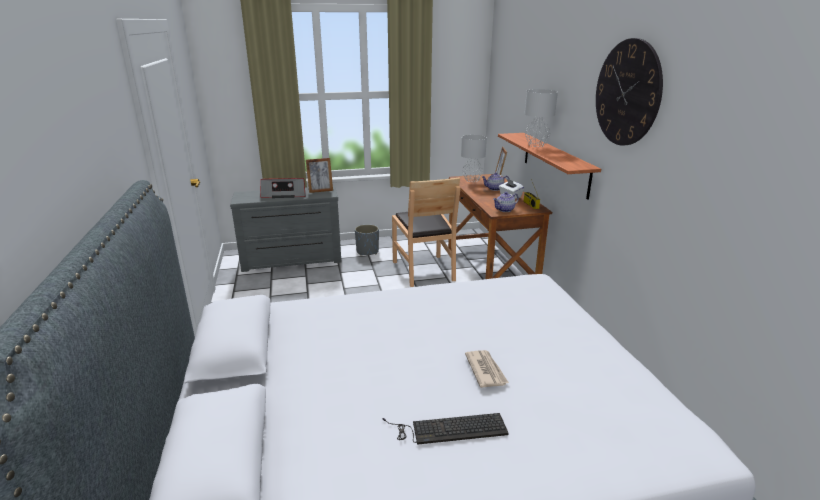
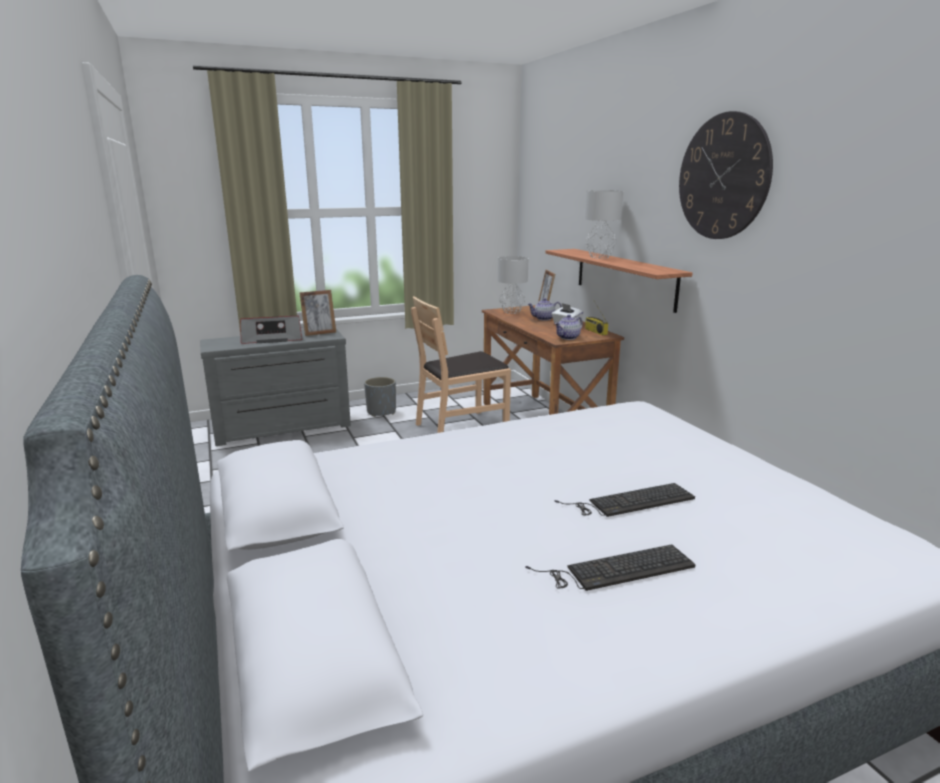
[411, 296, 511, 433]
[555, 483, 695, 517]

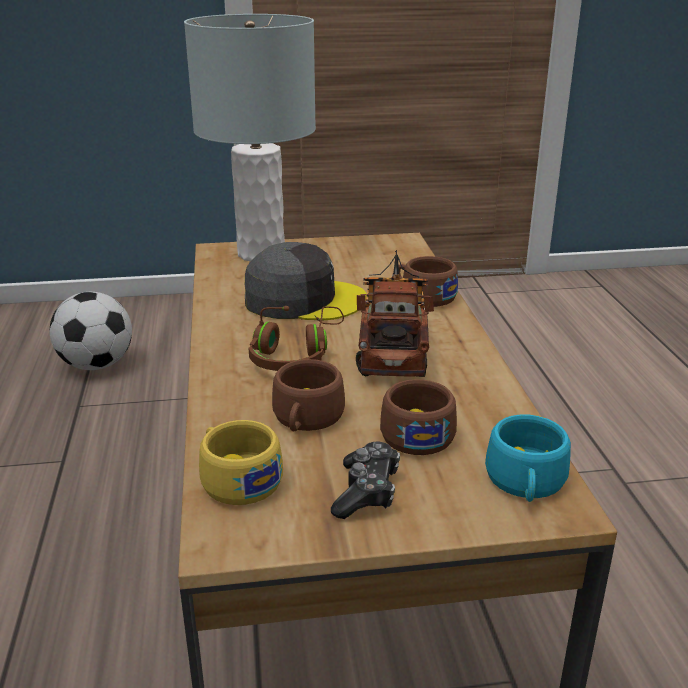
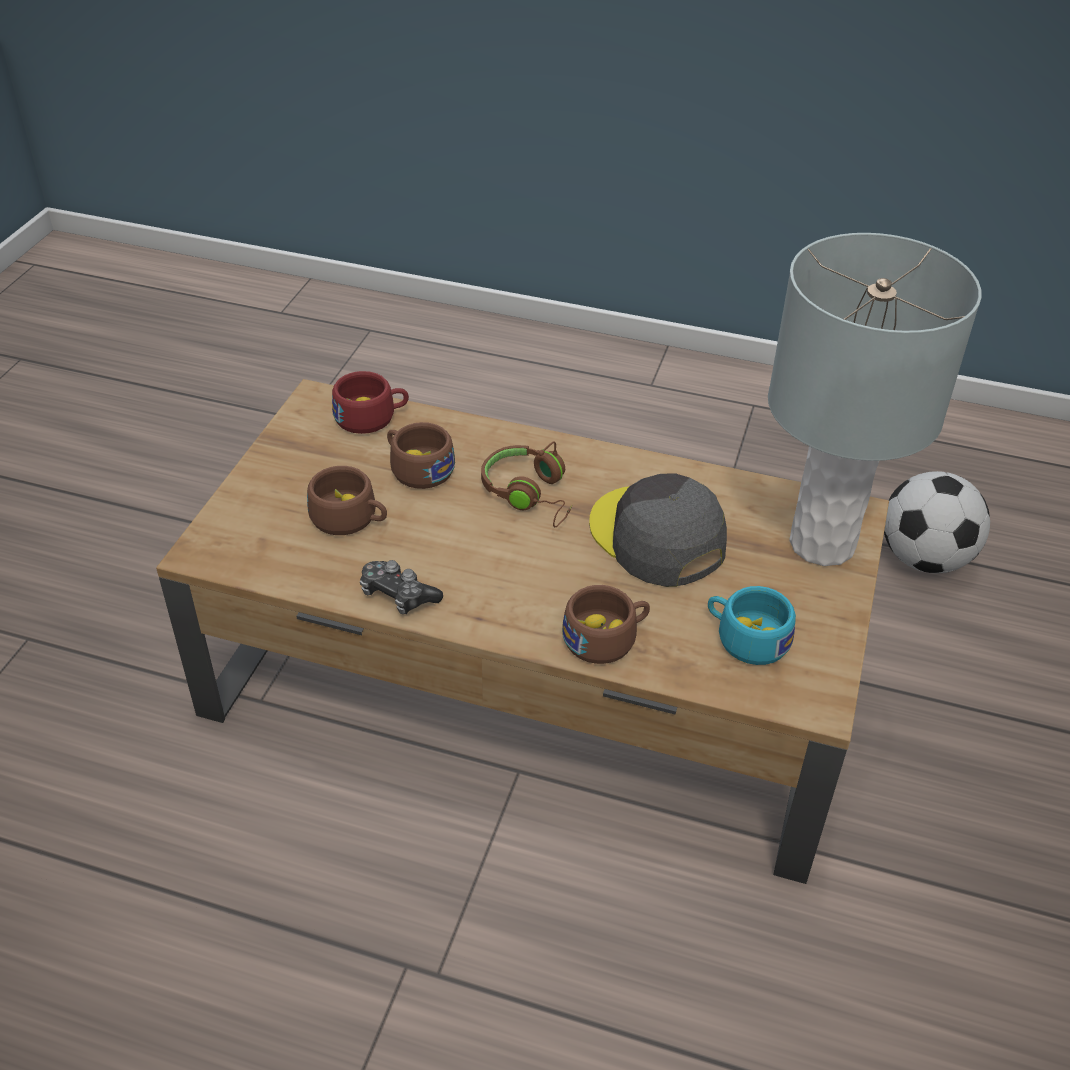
[332, 371, 409, 434]
[360, 560, 443, 614]
[589, 473, 727, 587]
[708, 586, 796, 665]
[356, 250, 434, 377] (first image)

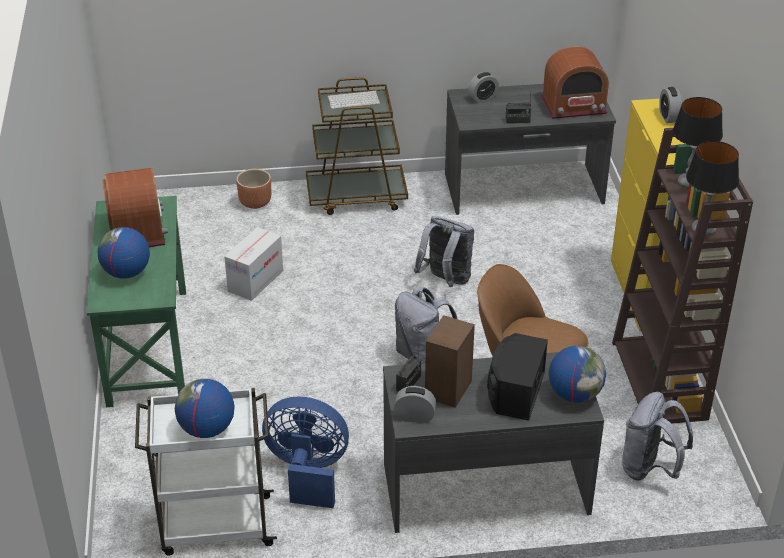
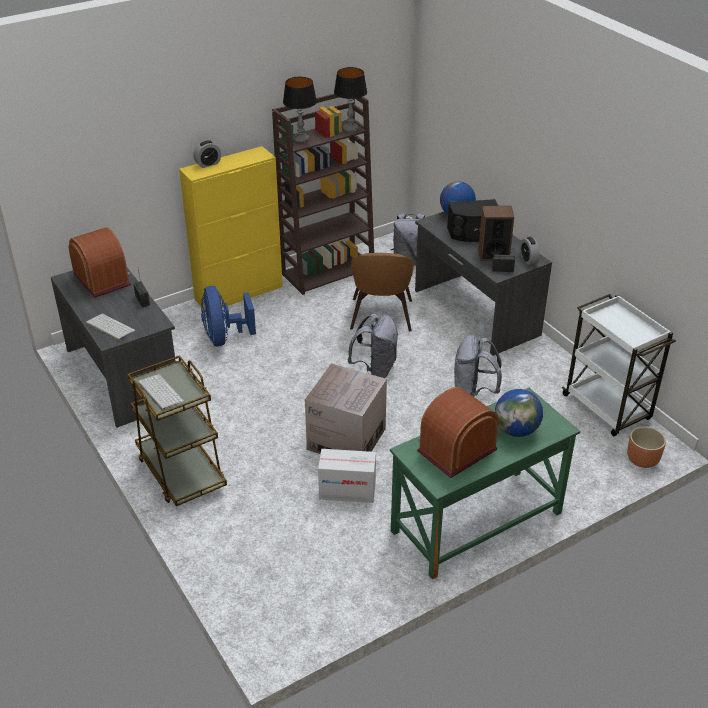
[86, 314, 135, 341]
[201, 286, 256, 346]
[305, 363, 387, 454]
[454, 335, 502, 397]
[627, 426, 666, 468]
[175, 379, 234, 438] (first image)

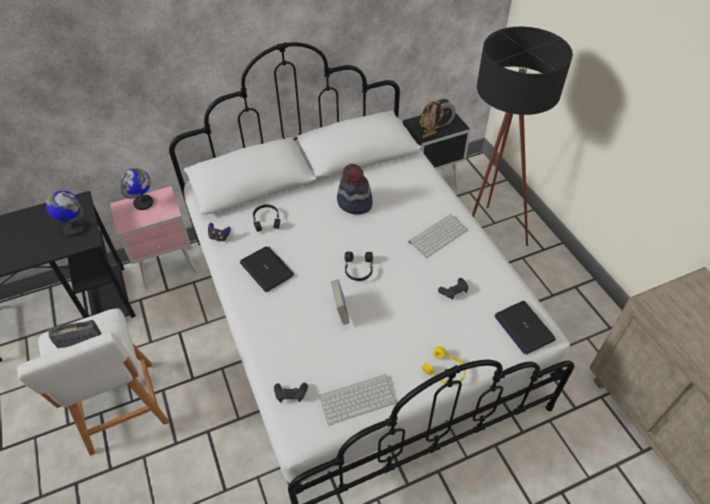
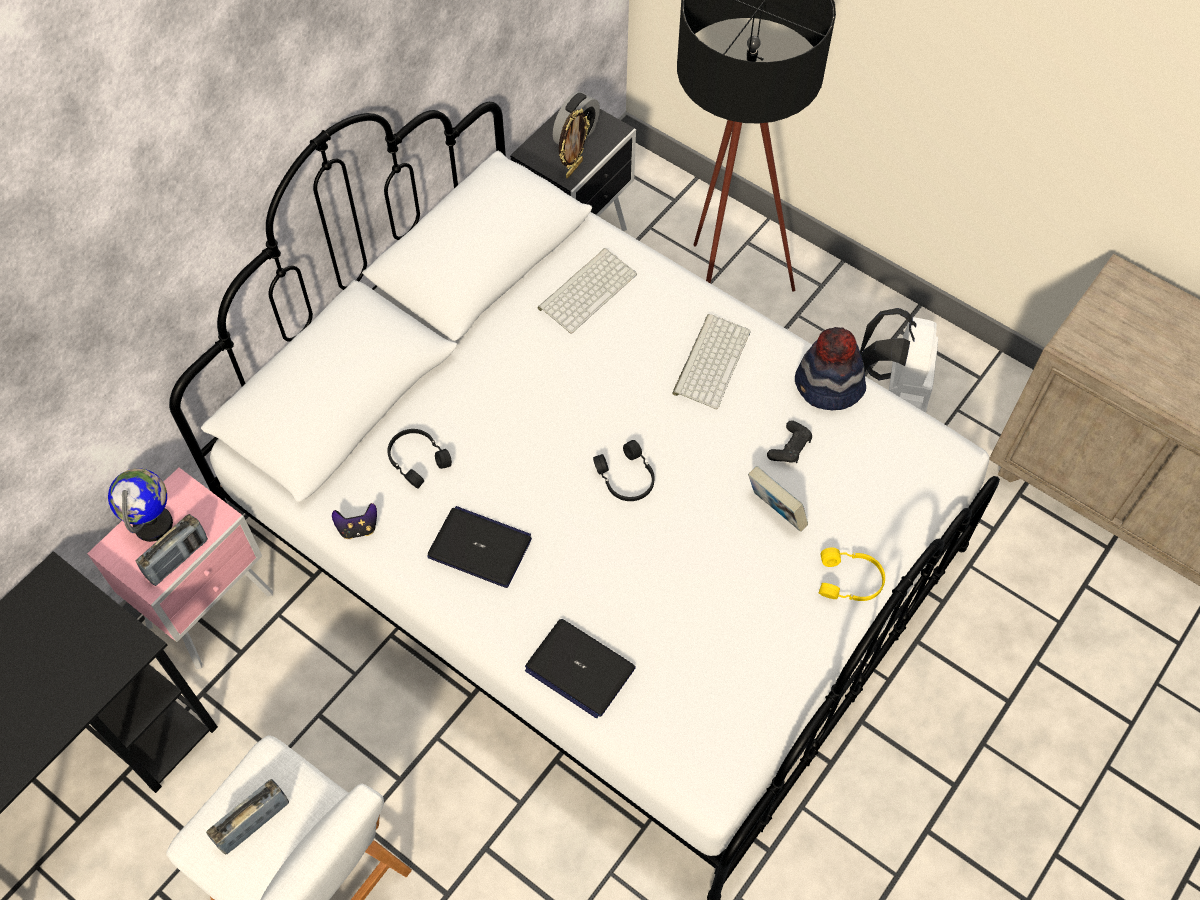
[136, 514, 208, 586]
[525, 619, 636, 719]
[538, 248, 637, 333]
[748, 466, 808, 532]
[795, 327, 866, 410]
[860, 308, 938, 413]
[46, 191, 86, 237] (first image)
[274, 383, 308, 403] (first image)

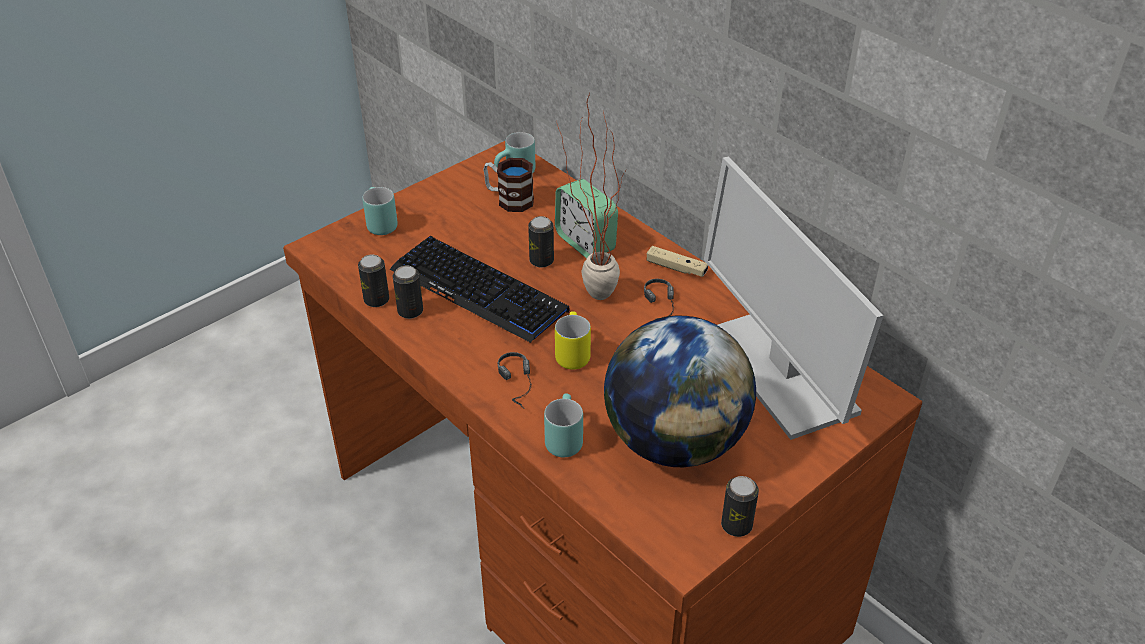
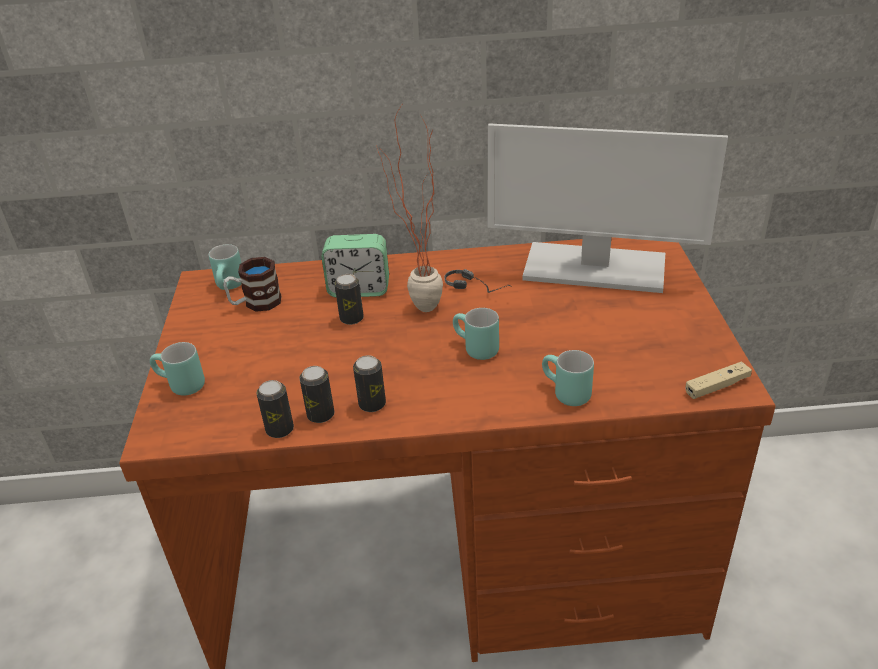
[353, 355, 386, 412]
[453, 308, 499, 360]
[685, 362, 752, 399]
[390, 236, 570, 343] (first image)
[498, 352, 532, 409] (first image)
[604, 315, 756, 467] (first image)

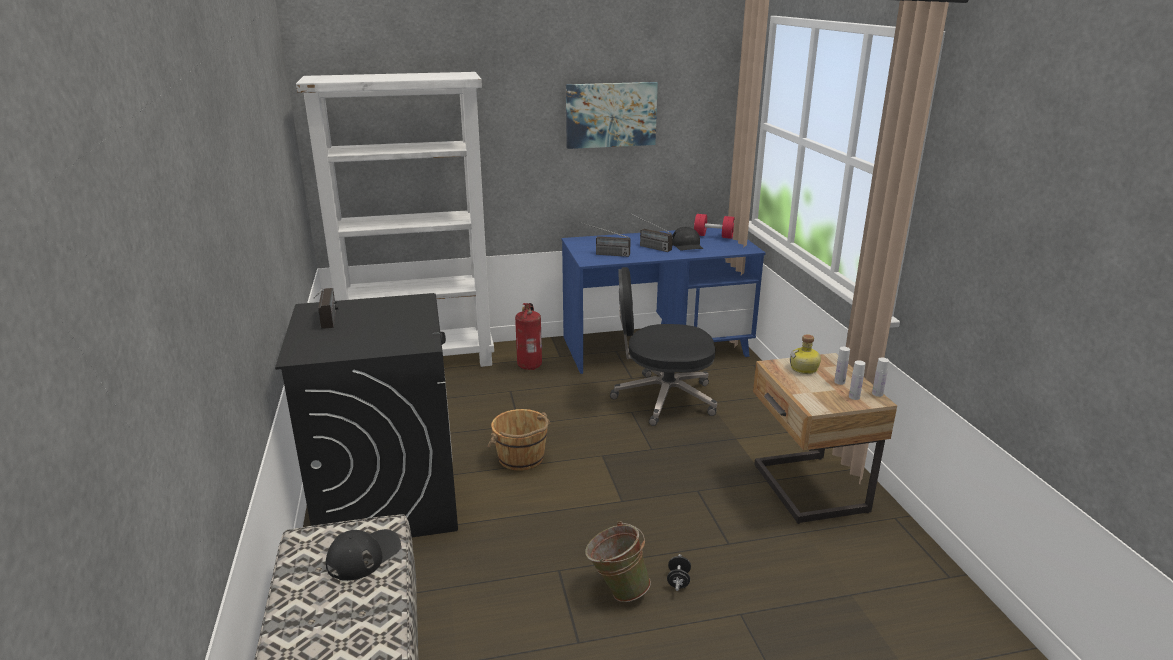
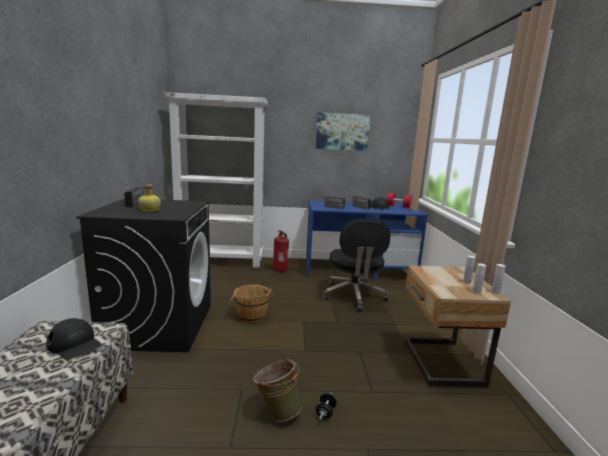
[46, 318, 101, 360]
[138, 184, 161, 211]
[322, 219, 390, 311]

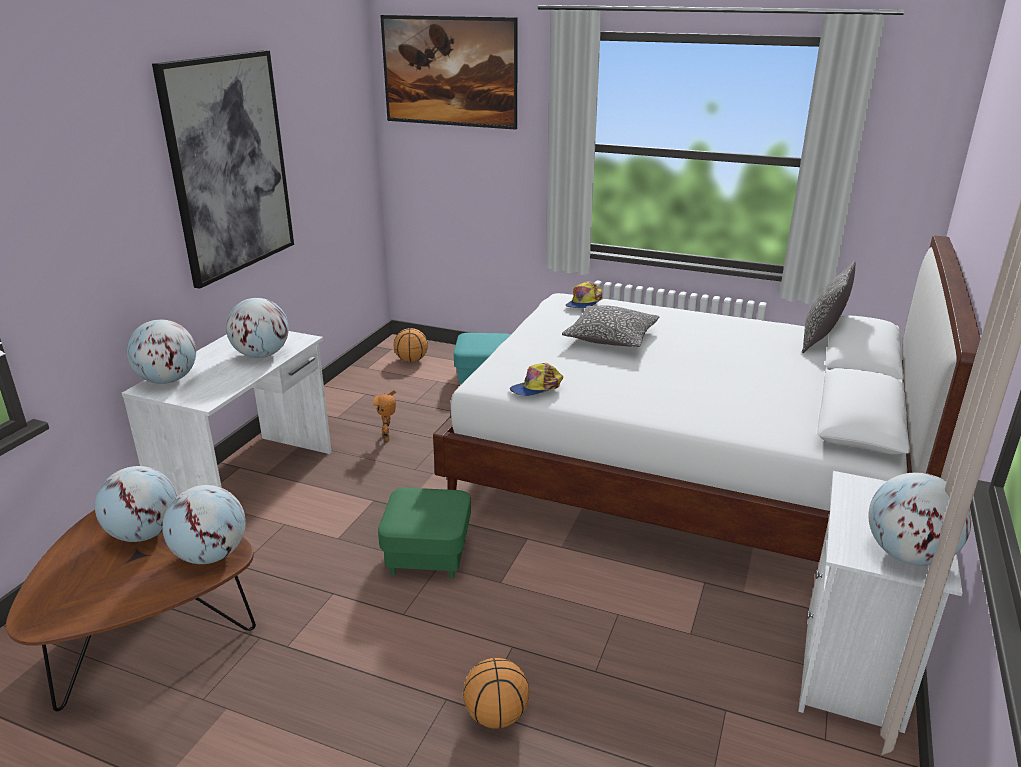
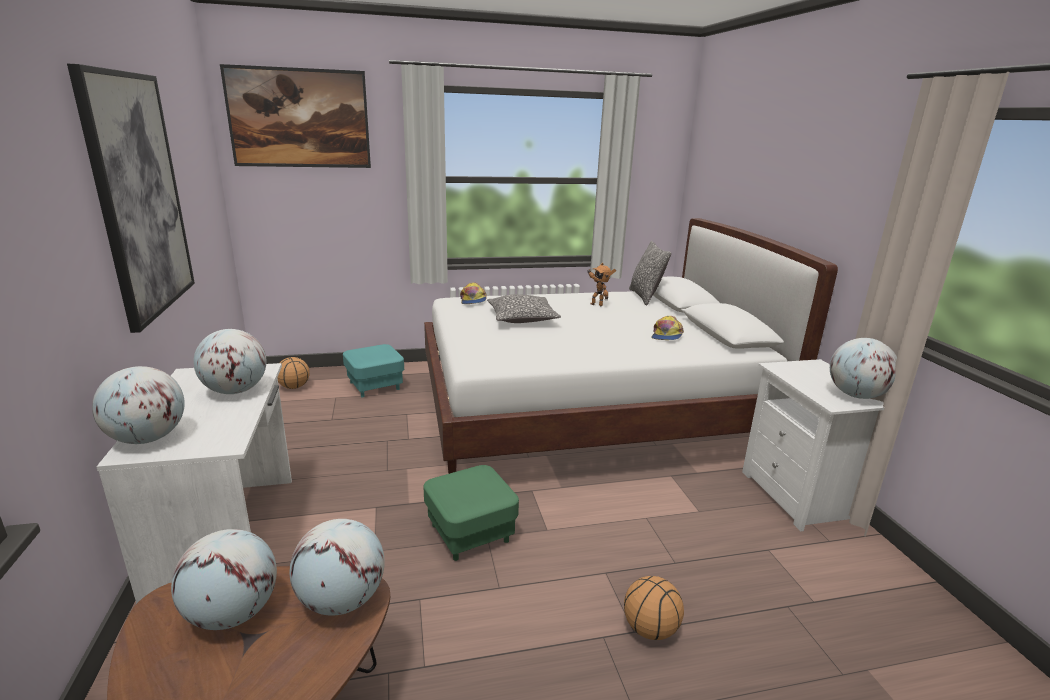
[588, 263, 616, 306]
[651, 316, 684, 340]

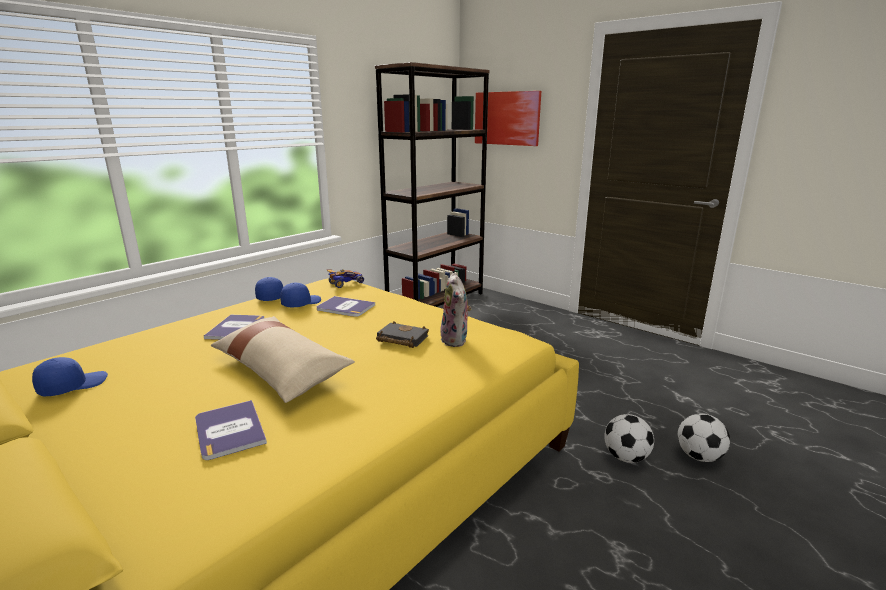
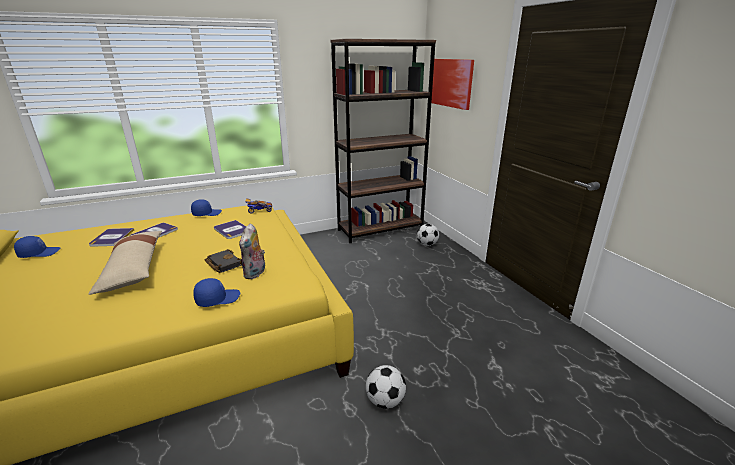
[89, 228, 134, 247]
[193, 278, 240, 307]
[417, 224, 439, 246]

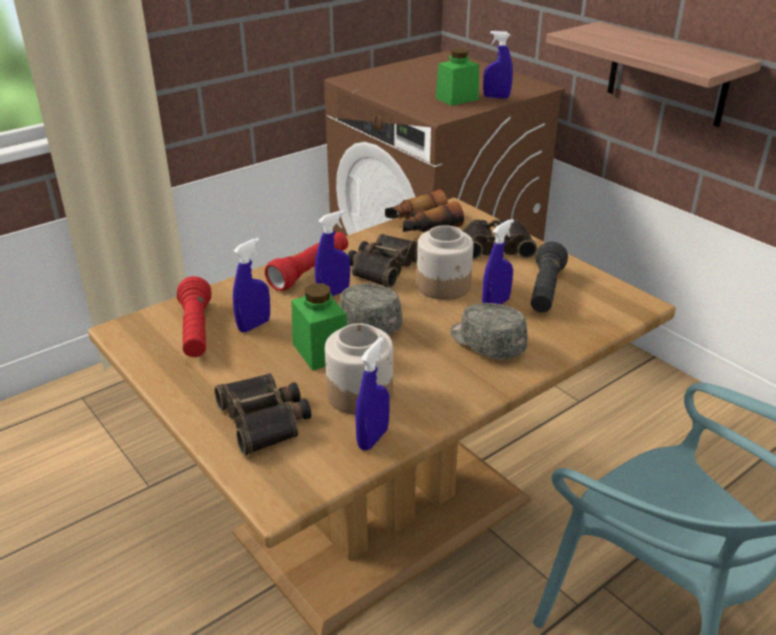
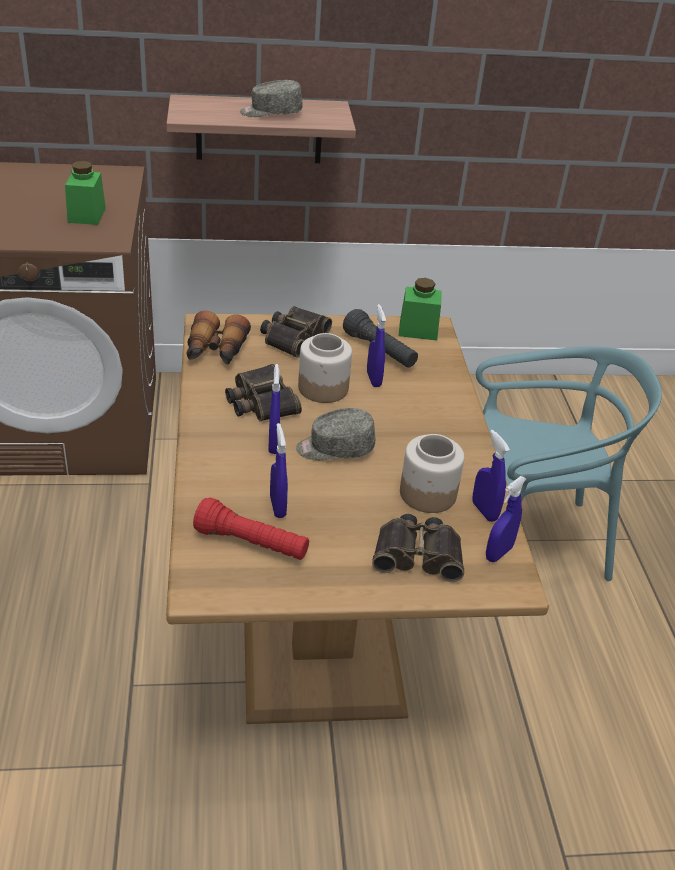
[240, 80, 303, 117]
[399, 278, 442, 341]
[486, 476, 526, 562]
[265, 232, 348, 291] (first image)

